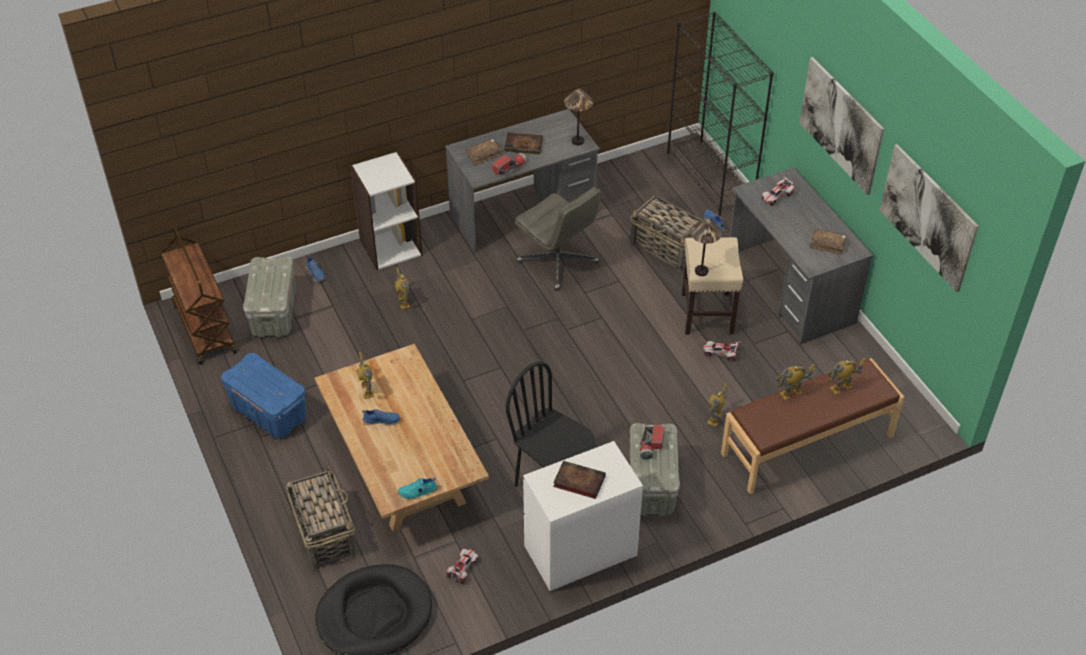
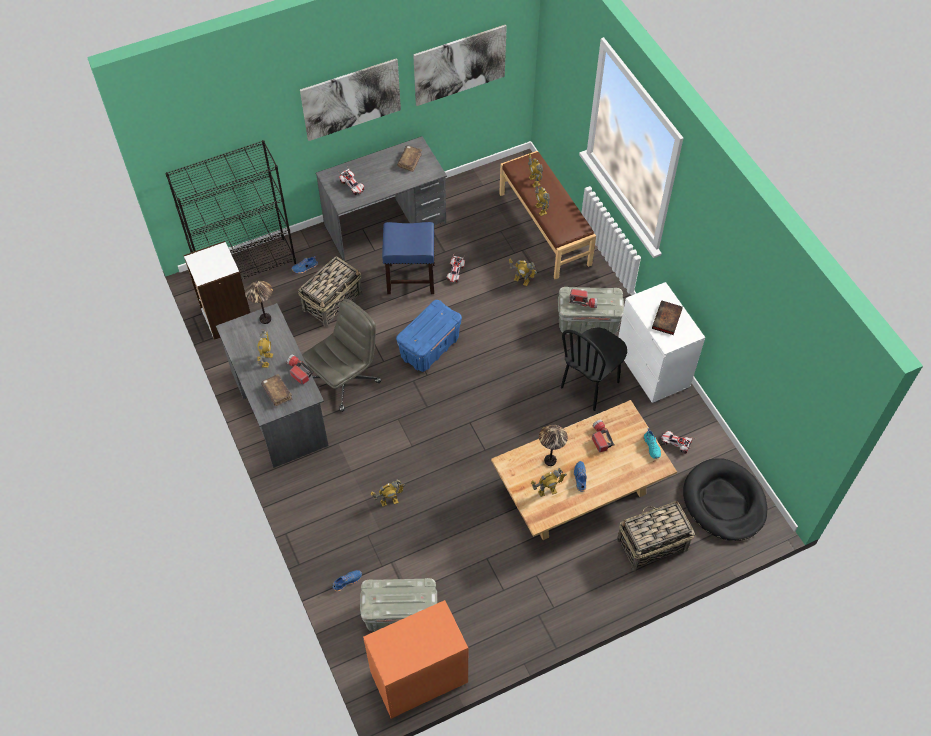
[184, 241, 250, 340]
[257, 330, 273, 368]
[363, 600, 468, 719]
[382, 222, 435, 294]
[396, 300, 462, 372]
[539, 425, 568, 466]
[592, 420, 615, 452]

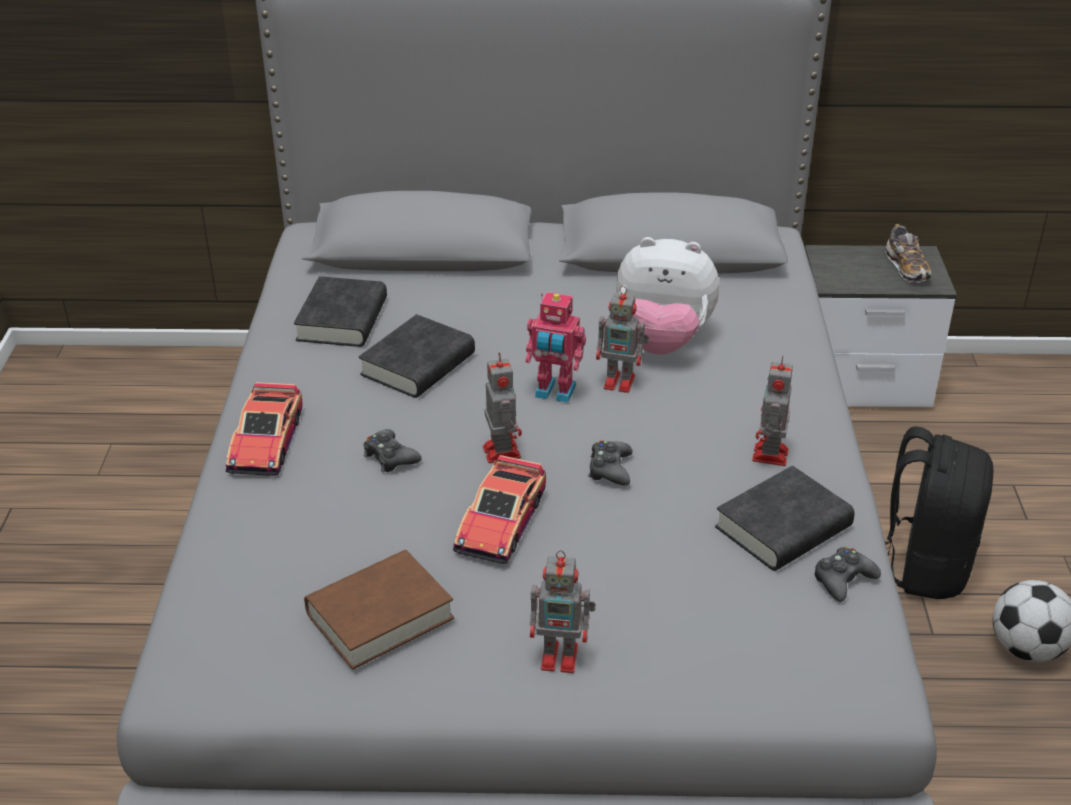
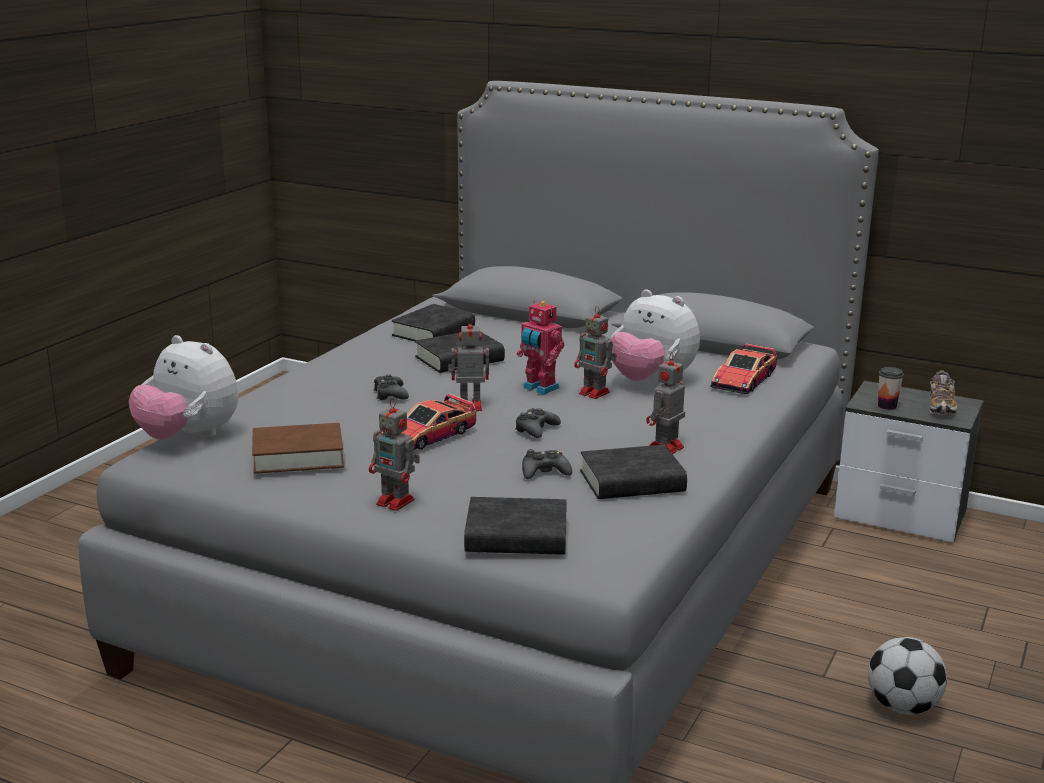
[129, 335, 238, 440]
[448, 317, 489, 411]
[464, 497, 567, 555]
[522, 449, 572, 479]
[710, 344, 777, 394]
[878, 367, 904, 410]
[885, 427, 993, 599] (first image)

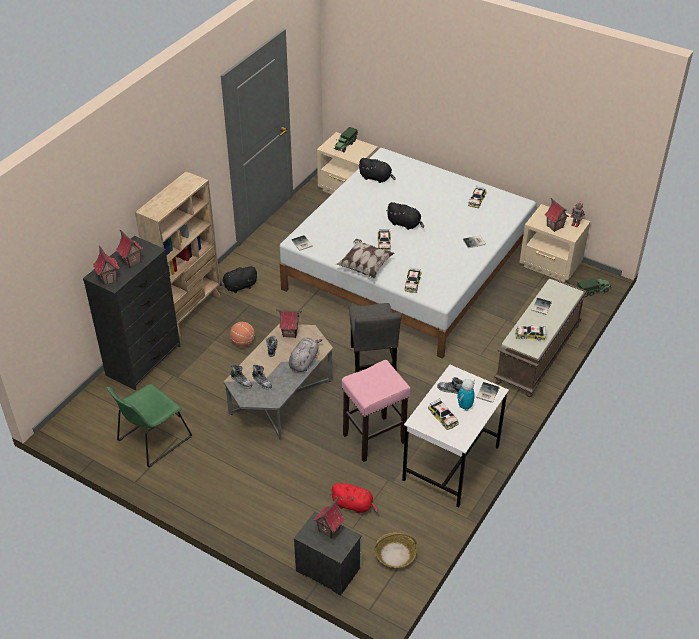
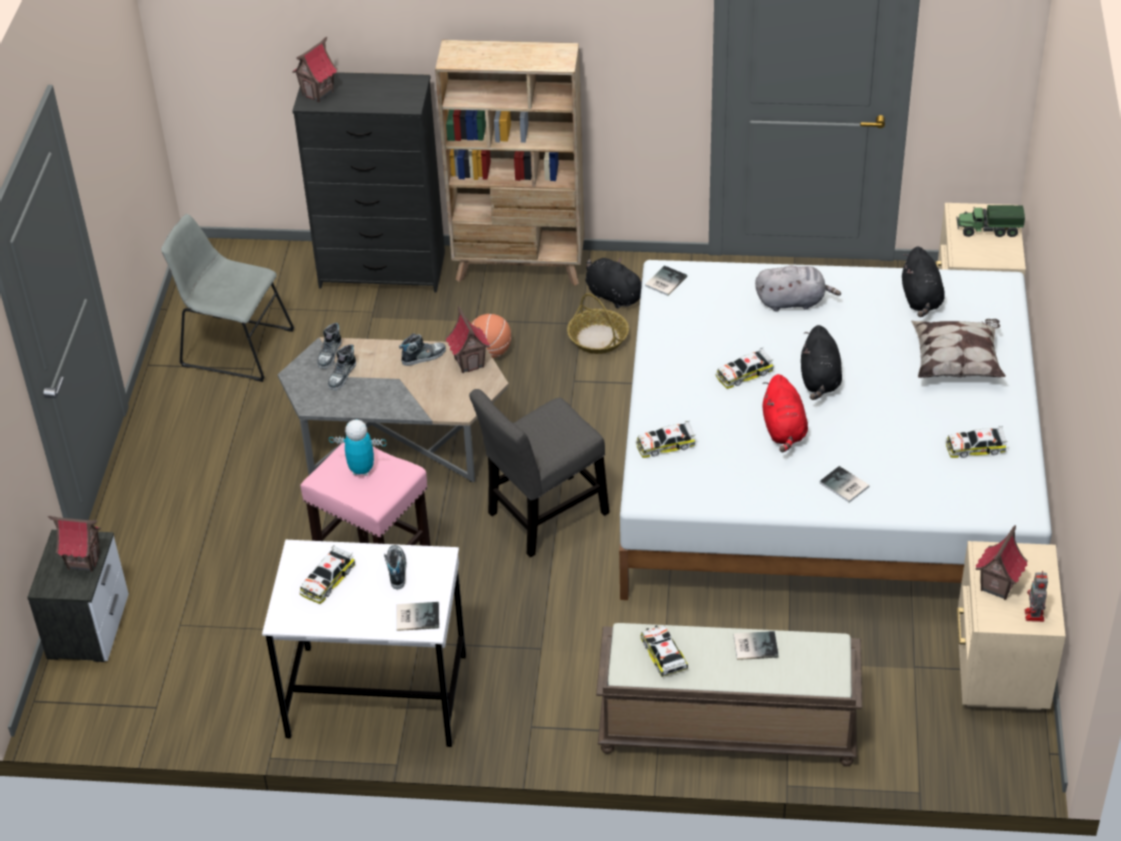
[161, 214, 294, 382]
[329, 419, 386, 476]
[567, 293, 629, 354]
[755, 266, 841, 311]
[763, 374, 808, 452]
[911, 319, 1006, 378]
[116, 230, 144, 268] (first image)
[577, 277, 612, 297] (first image)

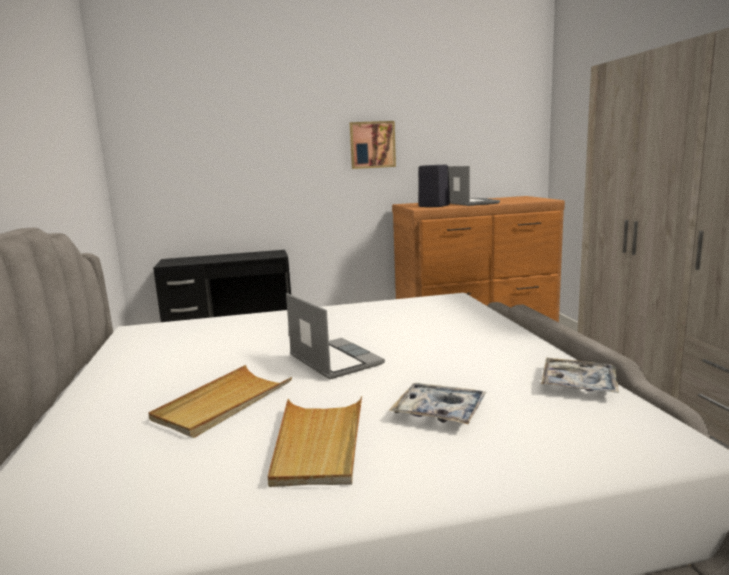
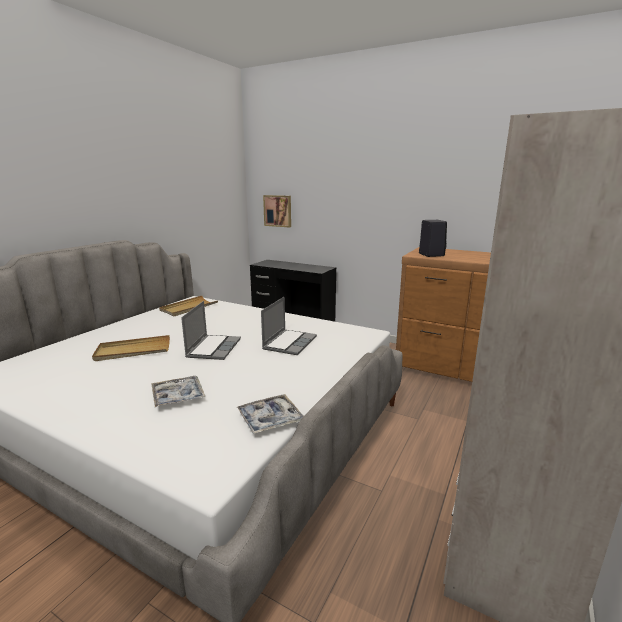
[159, 296, 218, 316]
[261, 297, 317, 355]
[263, 195, 291, 227]

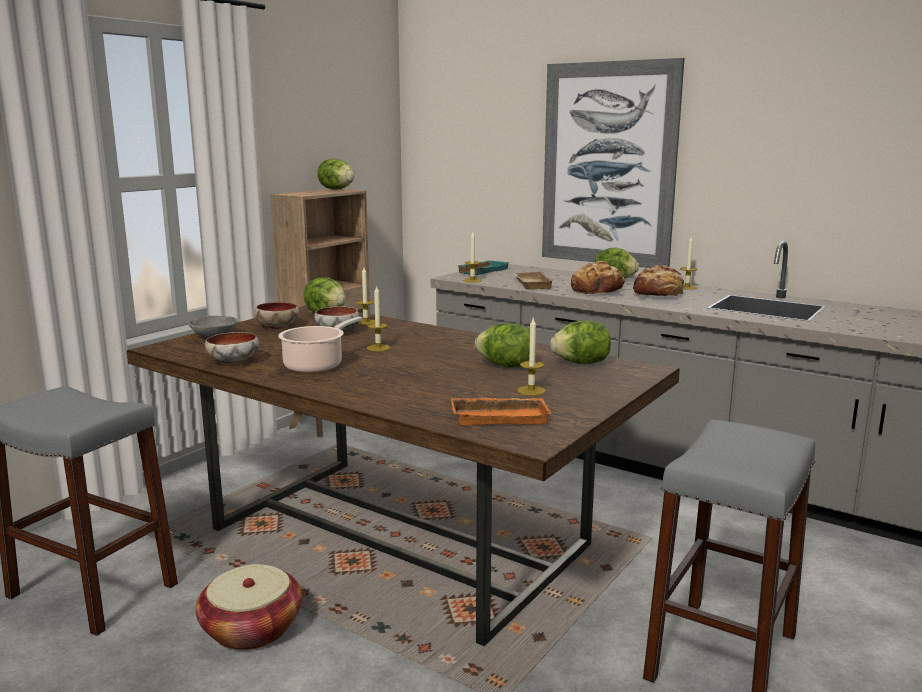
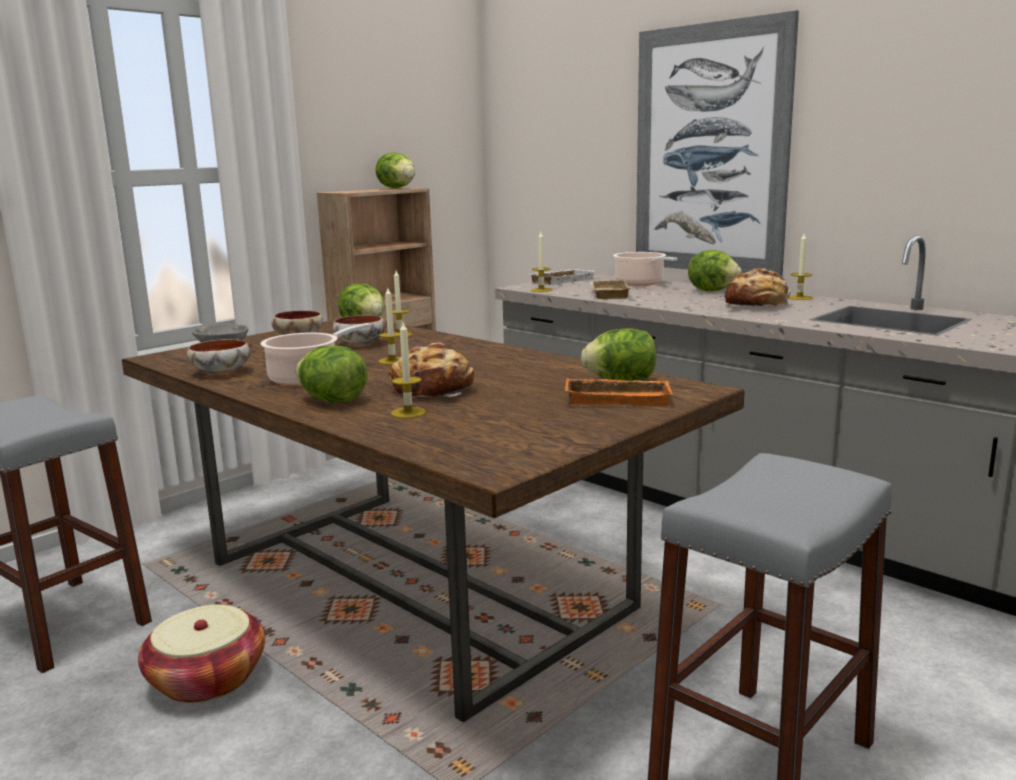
[296, 346, 367, 403]
[388, 342, 474, 398]
[391, 322, 426, 418]
[529, 269, 594, 285]
[564, 378, 673, 406]
[613, 252, 678, 286]

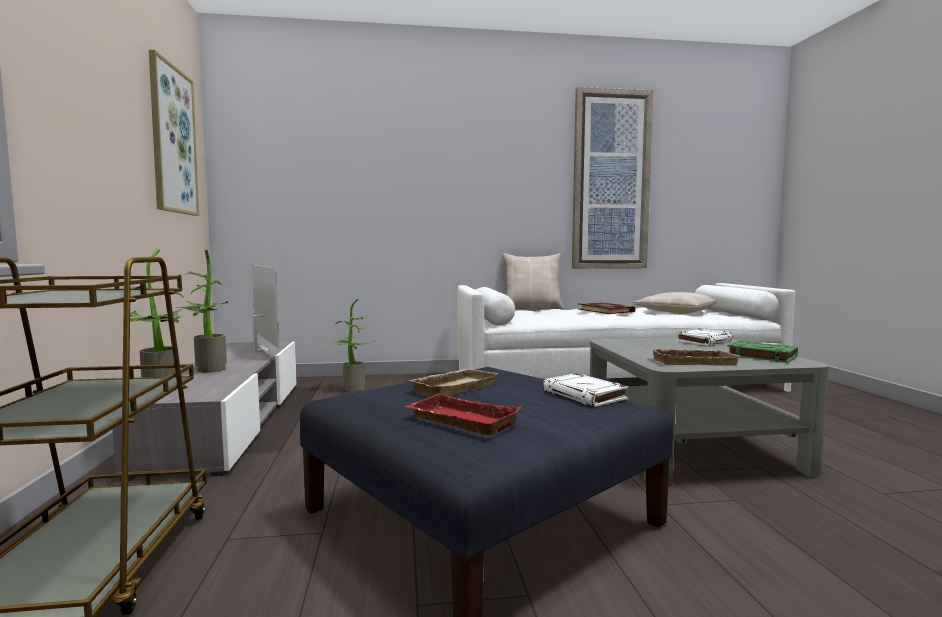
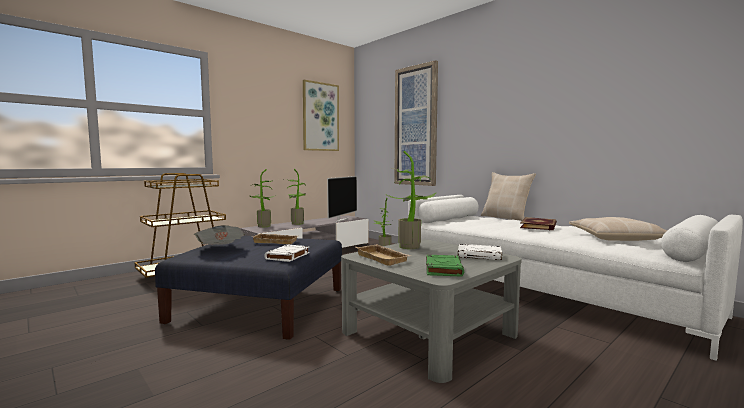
[194, 225, 245, 245]
[385, 151, 436, 249]
[394, 60, 438, 186]

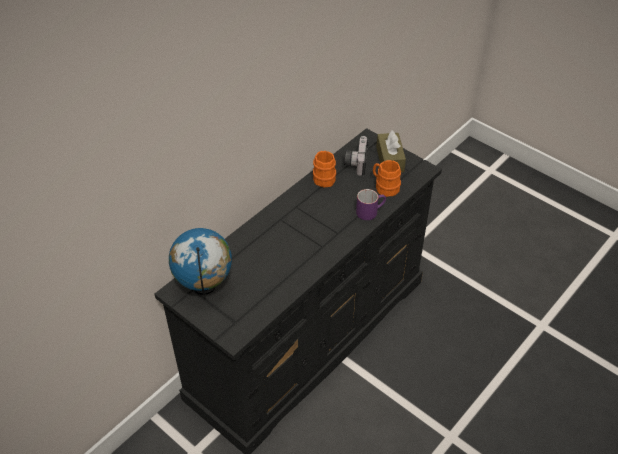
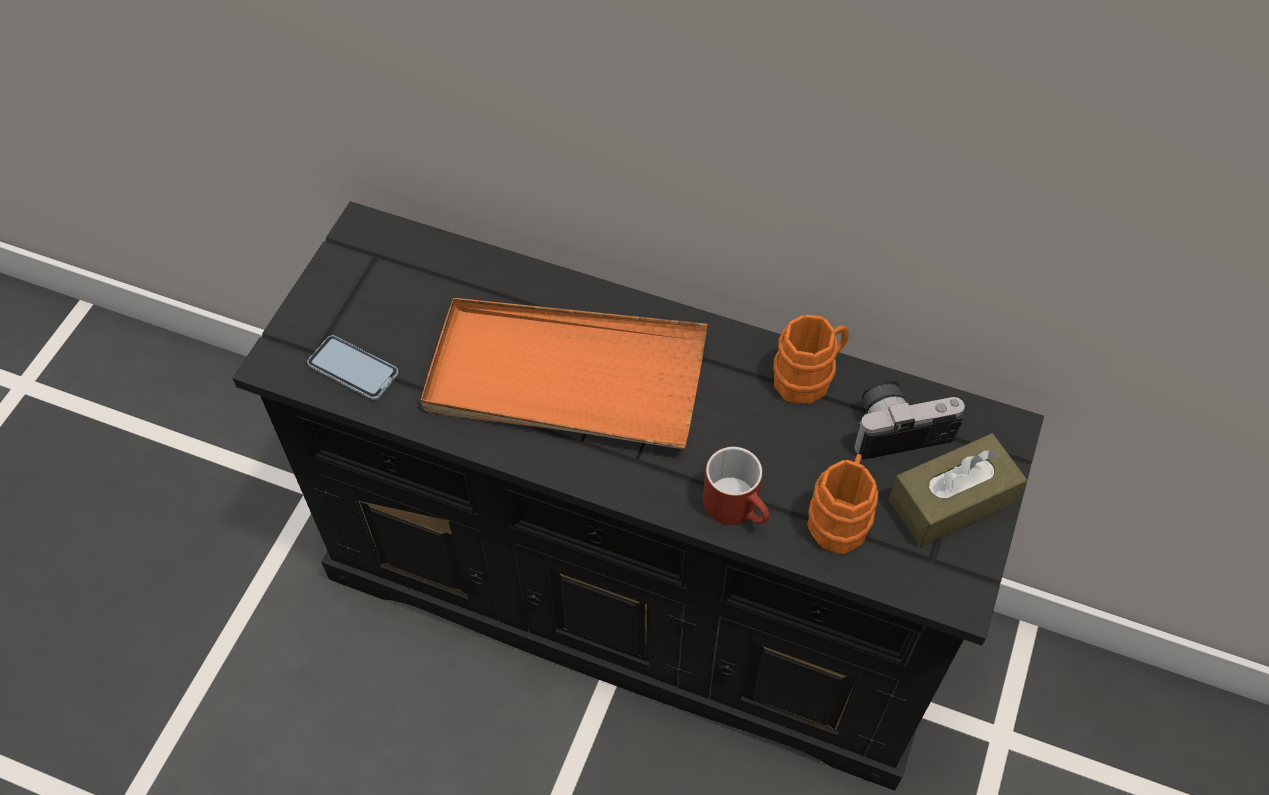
[307, 335, 398, 400]
[421, 298, 707, 449]
[703, 447, 770, 525]
[169, 228, 232, 295] (first image)

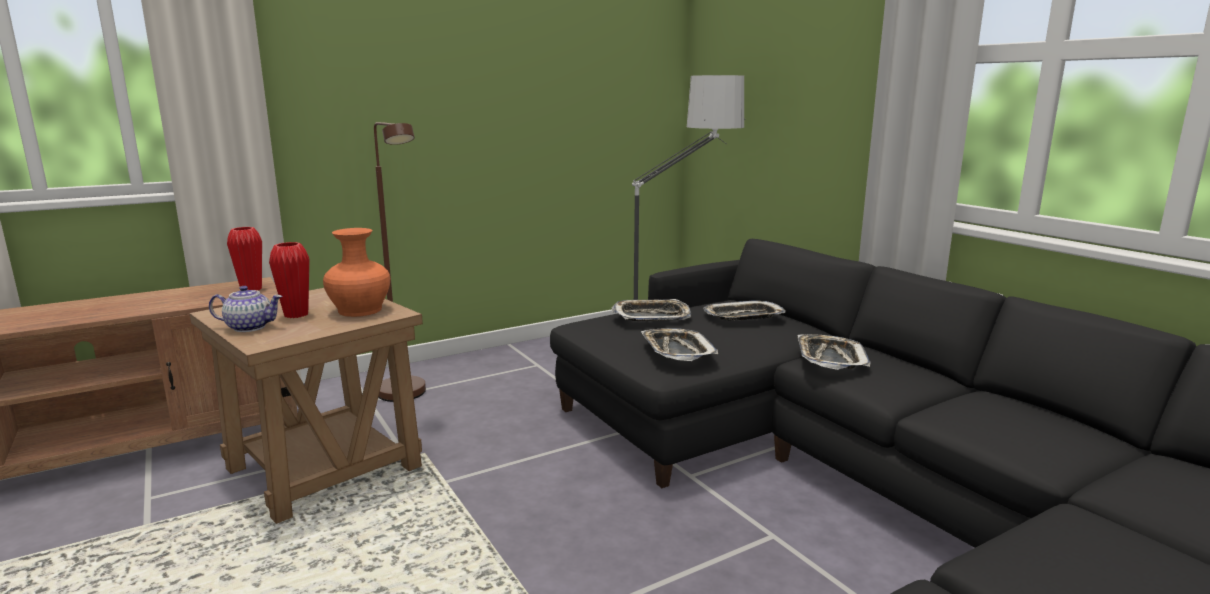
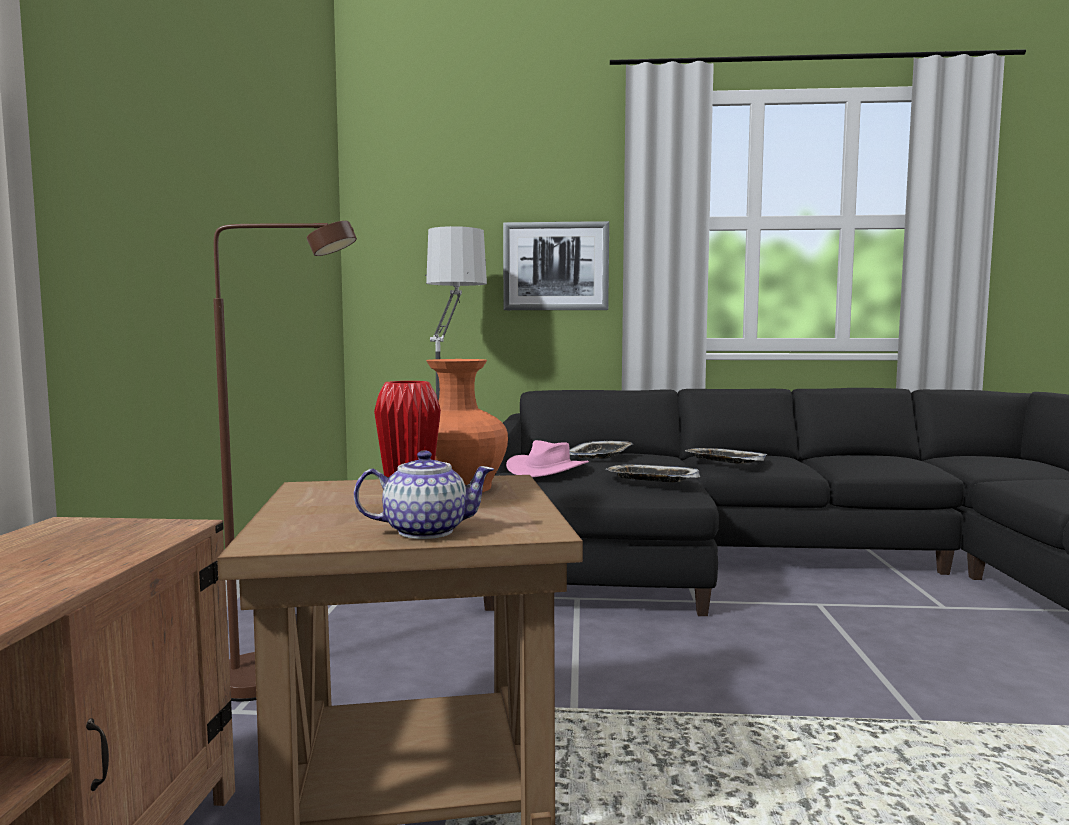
[354, 450, 495, 539]
[503, 221, 609, 310]
[506, 440, 589, 477]
[227, 227, 262, 290] (first image)

